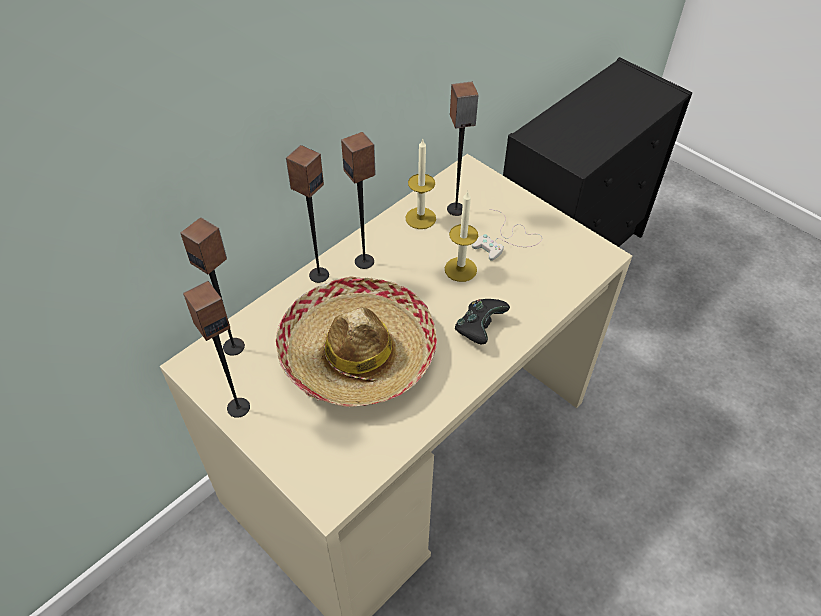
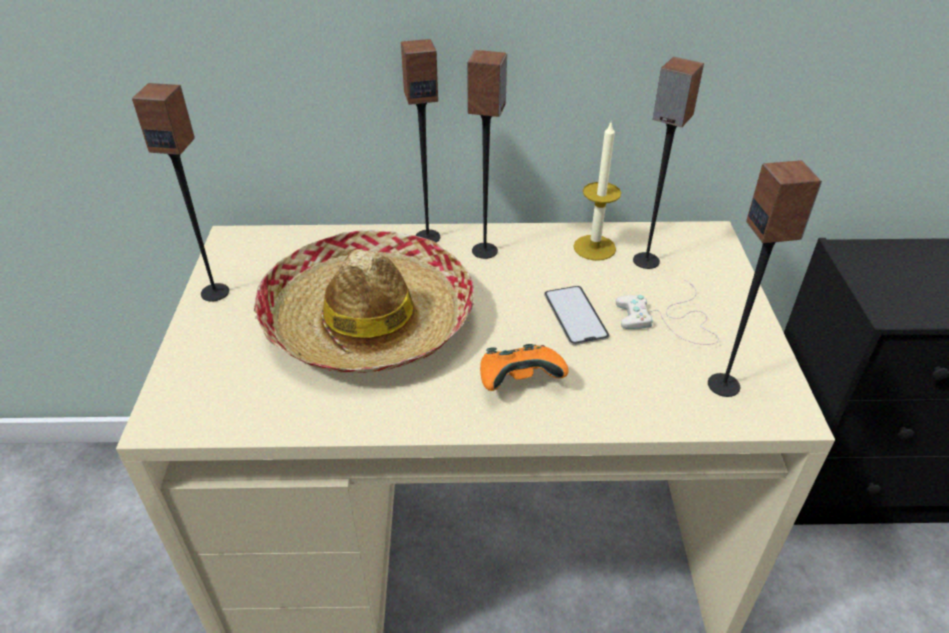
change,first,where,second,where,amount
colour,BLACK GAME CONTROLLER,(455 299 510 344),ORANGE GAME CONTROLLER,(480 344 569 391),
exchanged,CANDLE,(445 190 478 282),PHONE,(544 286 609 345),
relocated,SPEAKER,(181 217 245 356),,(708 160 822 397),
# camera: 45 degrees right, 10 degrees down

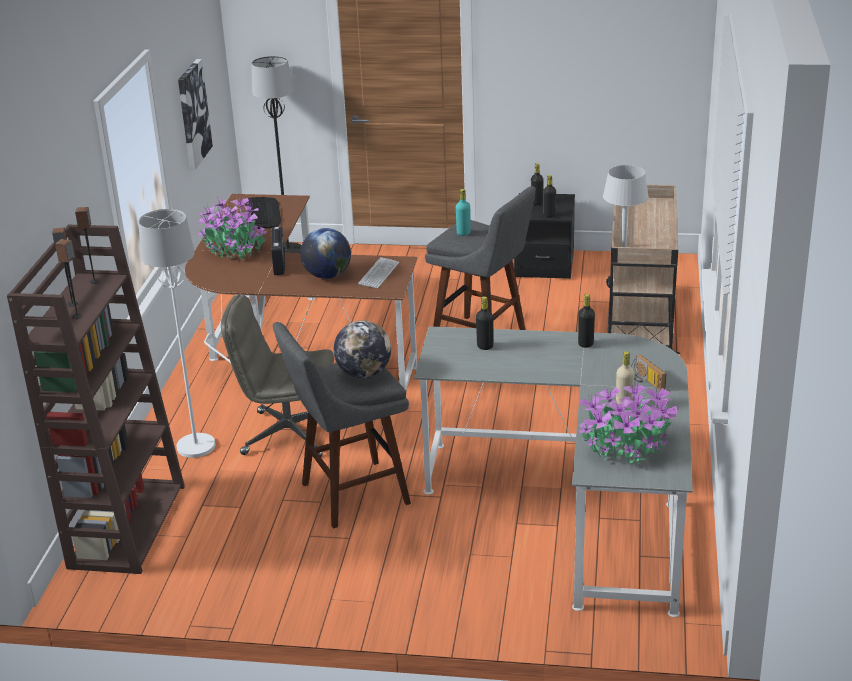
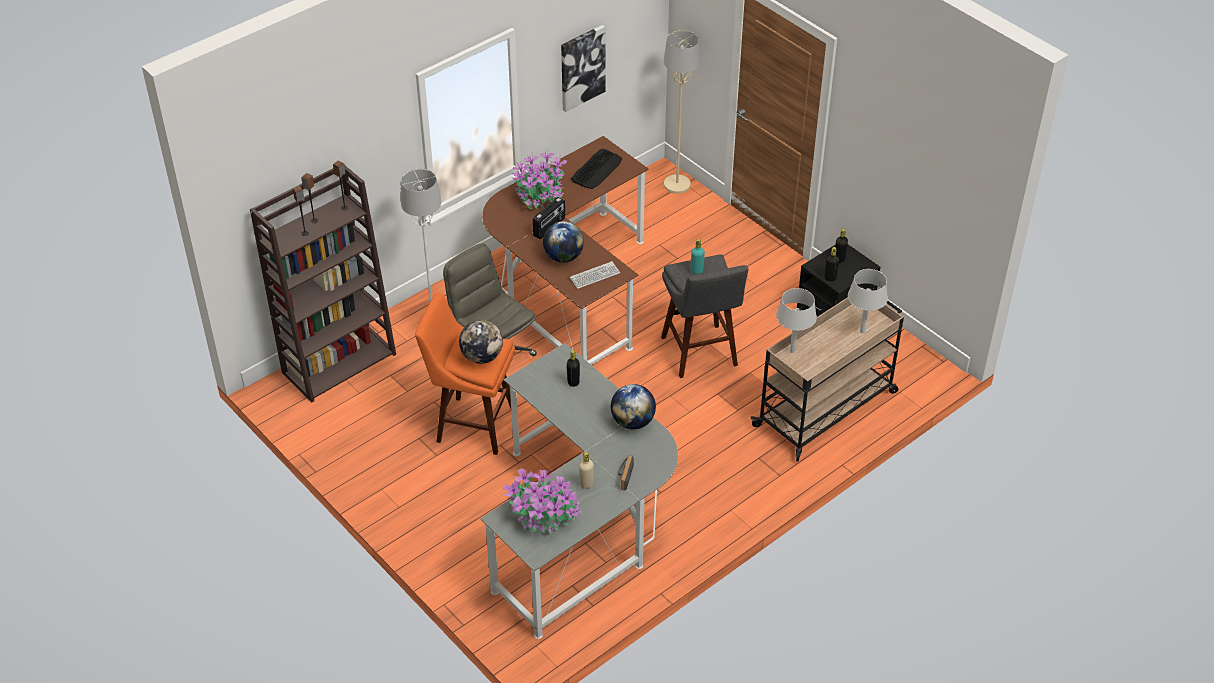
change,first,where,second,where,amount
colour,GREY STOOL,(273 322 411 529),ORANGE STOOL,(415 293 515 455),
exchanged,BLACK BOTTLE,(578 294 595 348),GLOBE,(611 384 656 429),
colour,BLACK FLOOR LAMP,(251 56 302 253),BEIGE FLOOR LAMP,(664 30 700 194),
appeared,,,GREY TABLE LAMP,(848 269 888 333),
# camera: 40 degrees right, 15 degrees up

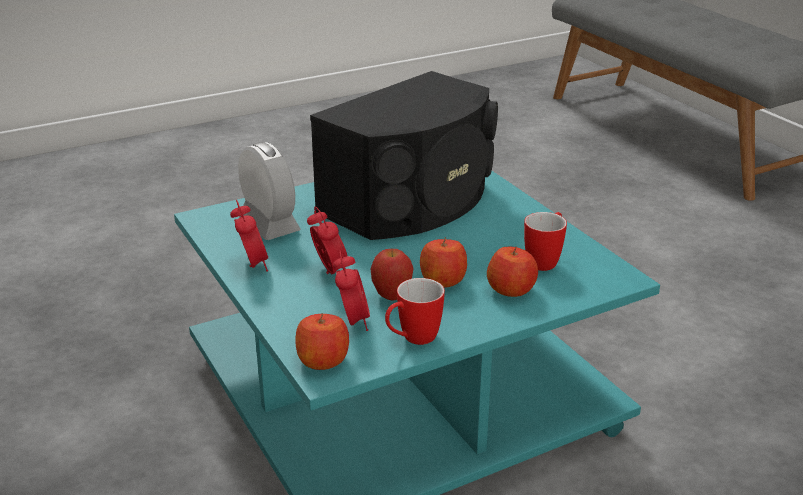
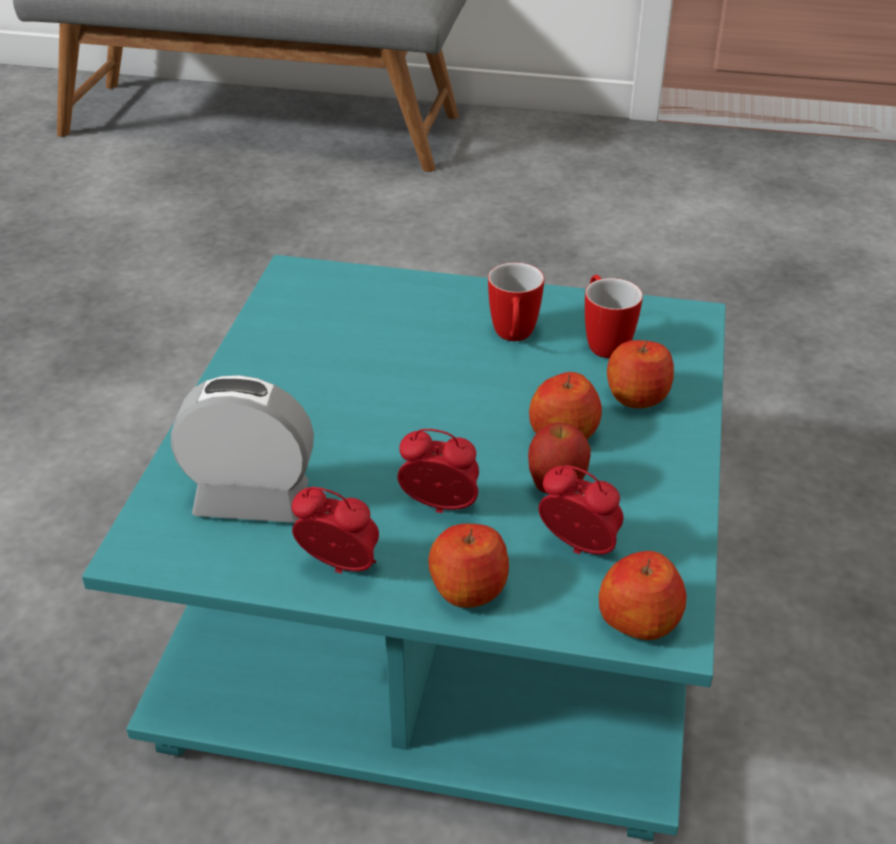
change,first,where,second,where,amount
appeared,,,APPLE,(428 524 509 608),
relocated,MUG,(385 278 445 345),,(488 262 544 341),
missing,BLACK SPEAKER,(310 71 498 240),,,
# camera: 50 degrees left, 10 degrees up

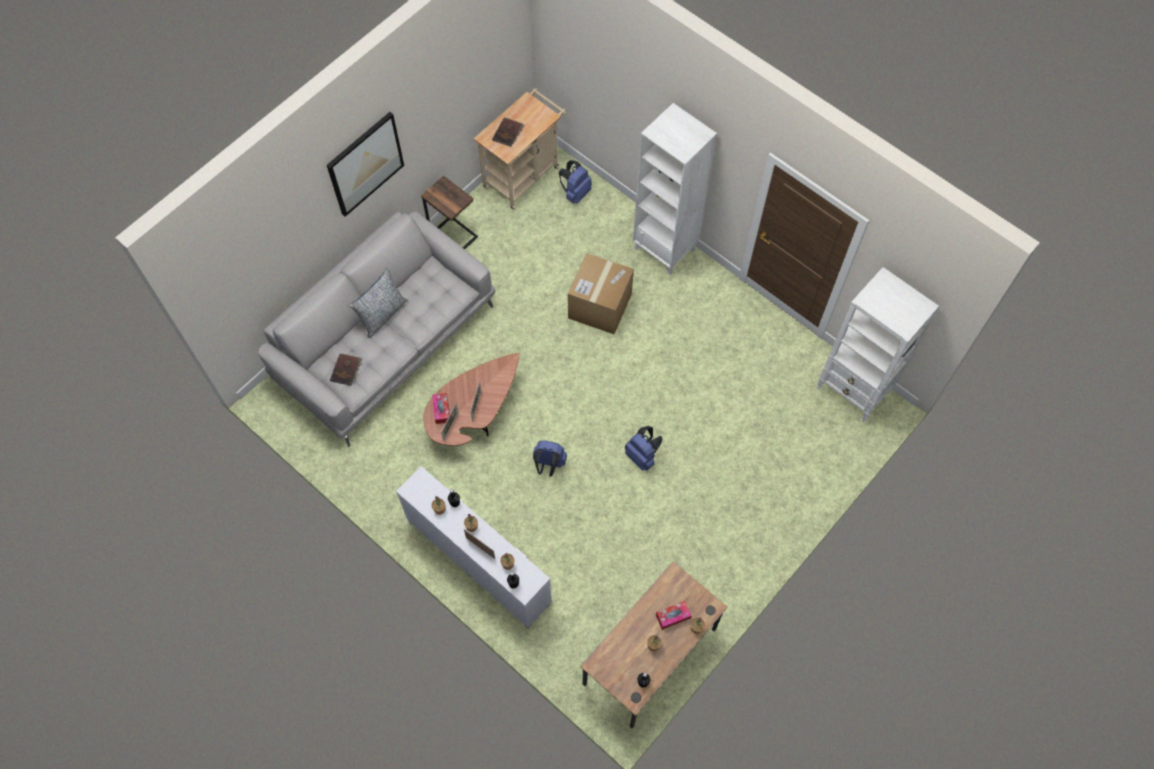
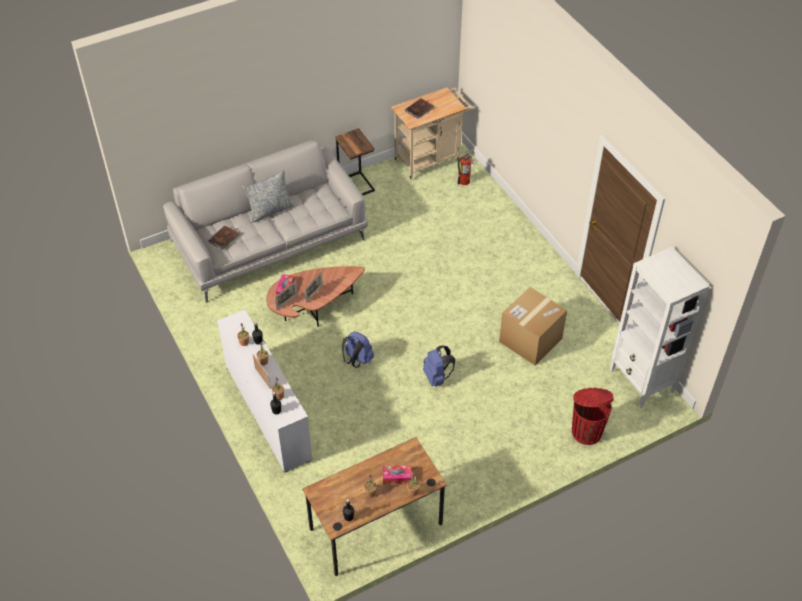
change,first,where,second,where,amount
exchanged,BLUE BACKPACK,(559 160 592 204),FIRE EXTINGUISHER,(457 149 477 185),
relocated,CARDBOARD BOX,(568 253 634 334),,(499 287 567 365),
appeared,,,RED TRASH CAN,(572 388 613 445),
missing,PICTURE,(327 112 404 217),,,
missing,WHITE BOOKCASE,(633 103 717 275),,,
# camera: 20 degrees right, 15 degrees down

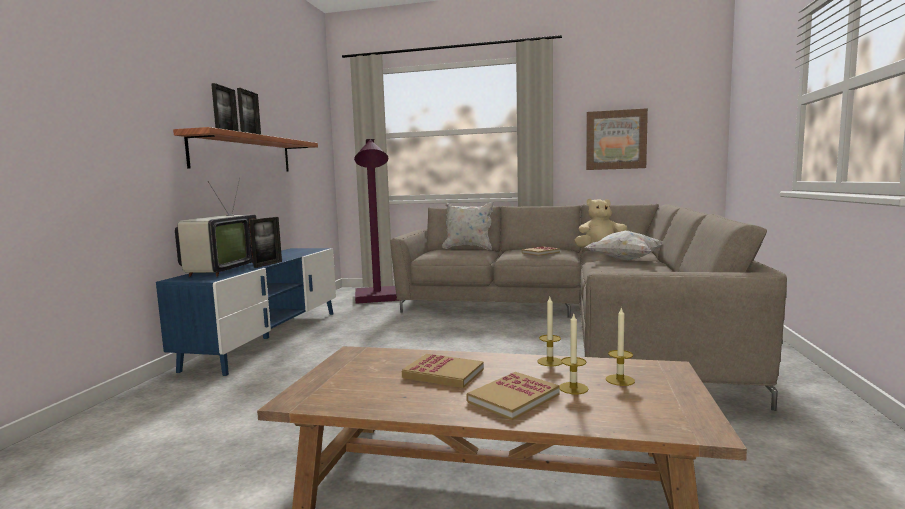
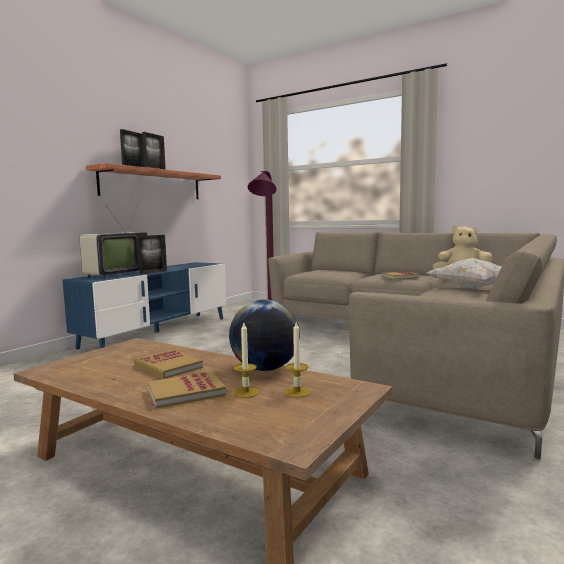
change,first,where,second,where,amount
exchanged,CANDLE,(537 297 562 366),GLOBE,(229 299 300 371),
missing,WHITE PILLOW,(442 202 494 250),,,
missing,PICTURE,(586 108 648 170),,,
# camera: 20 degrees right, 0 degrees up

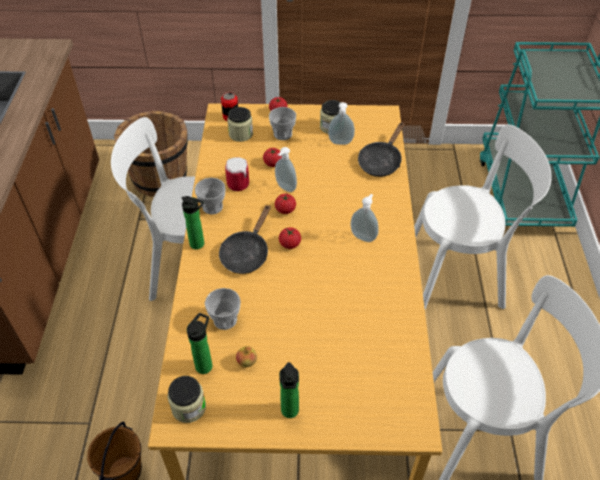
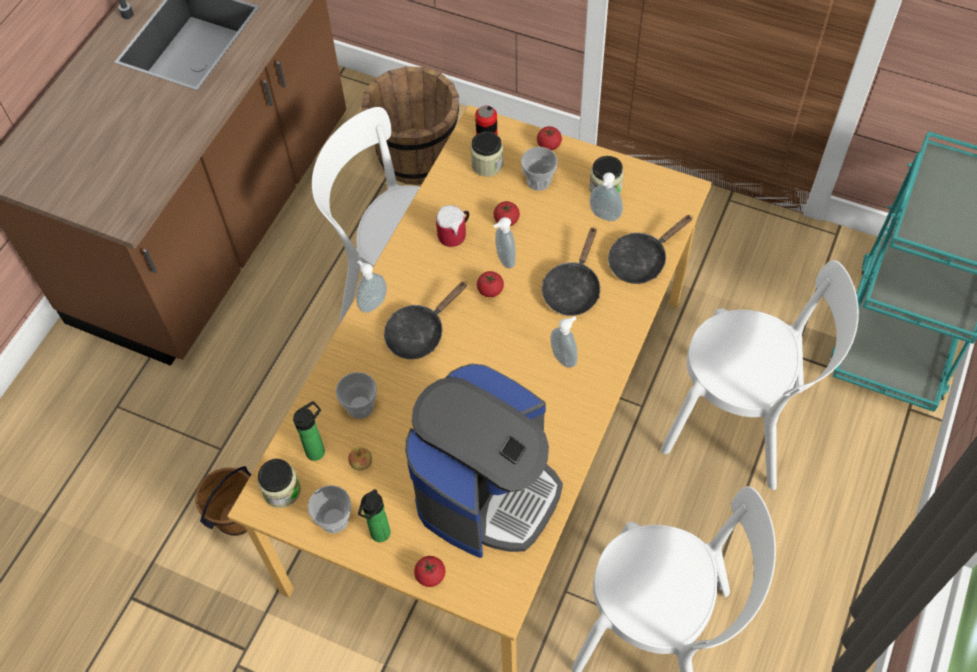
change,first,where,second,where,amount
relocated,CUP,(195 178 226 214),,(307 485 351 533),
exchanged,BOTTLE,(182 196 204 249),SOAP DISPENSER,(356 260 387 313),
appeared,,,COFFEE MACHINE,(405 364 563 558),
relocated,TOMATO,(279 227 301 249),,(414 556 445 587),
appeared,,,BLACK FRYING PAN,(542 227 600 316),
# camera: 25 degrees right, 10 degrees up

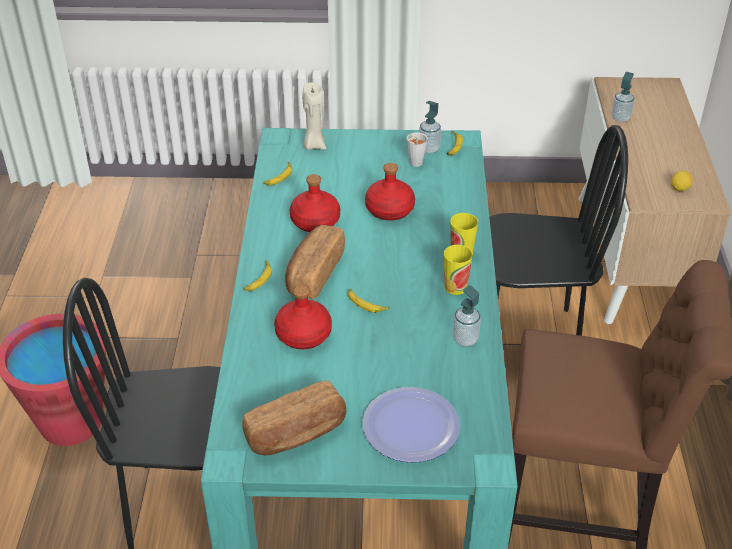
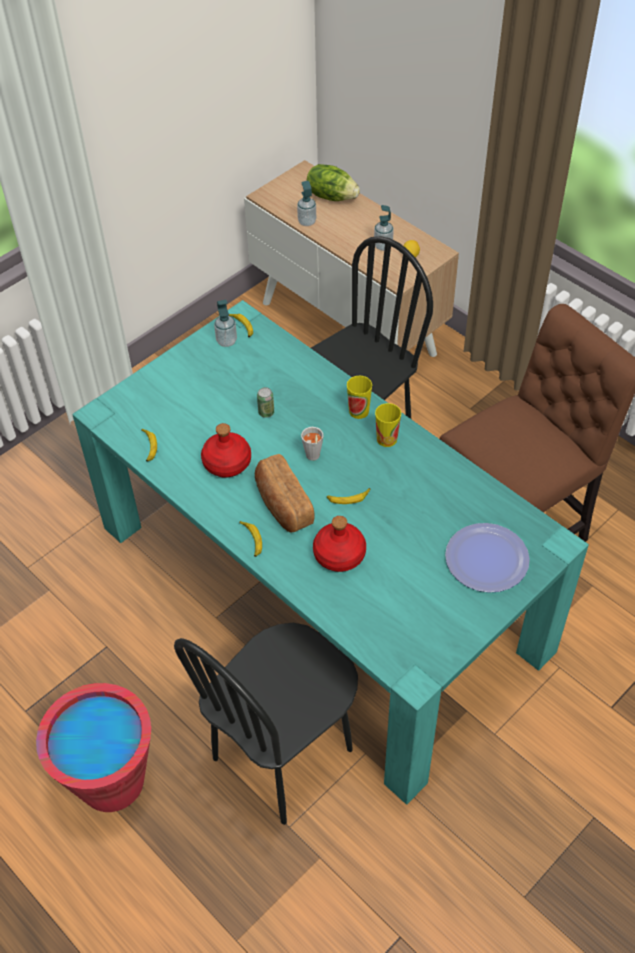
change,first,where,second,where,amount
exchanged,RED BOTTLE,(365 163 415 221),CAN,(257 387 274 418),
relocated,GREY CUP,(407 132 428 167),,(301 427 323 460),
appeared,,,LETTUCE,(306 164 360 201),
relocated,SOAP DISPENSER,(452 285 481 346),,(374 205 394 251),
missing,BREAD,(242 381 346 455),,,
missing,BEIGE CANDLE,(302 83 326 150),,,
# camera: 45 degrees left, 10 degrees up

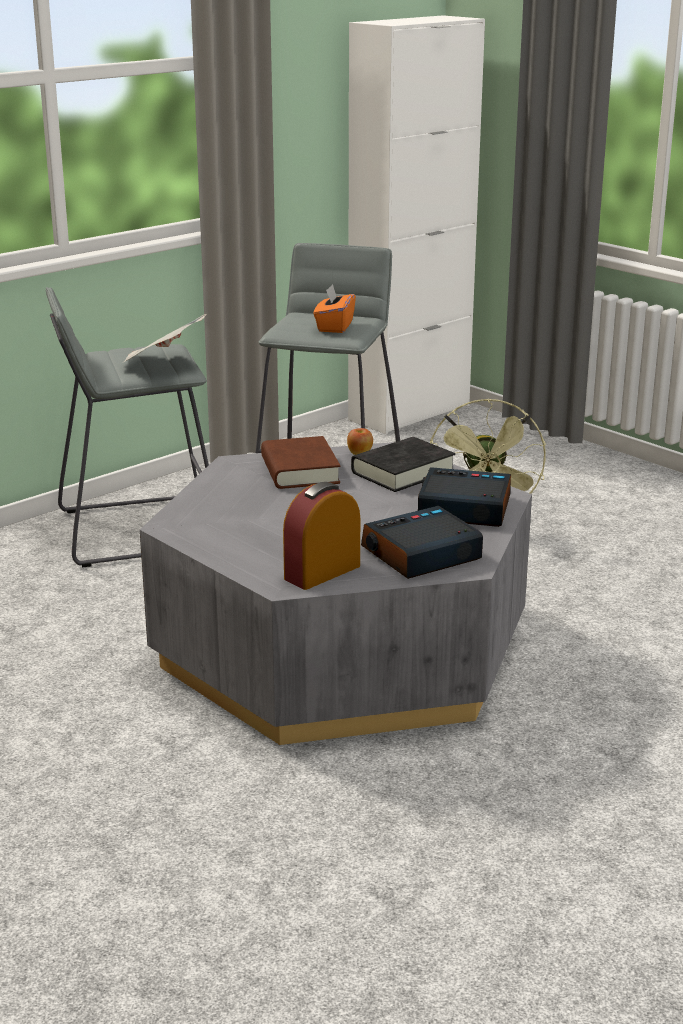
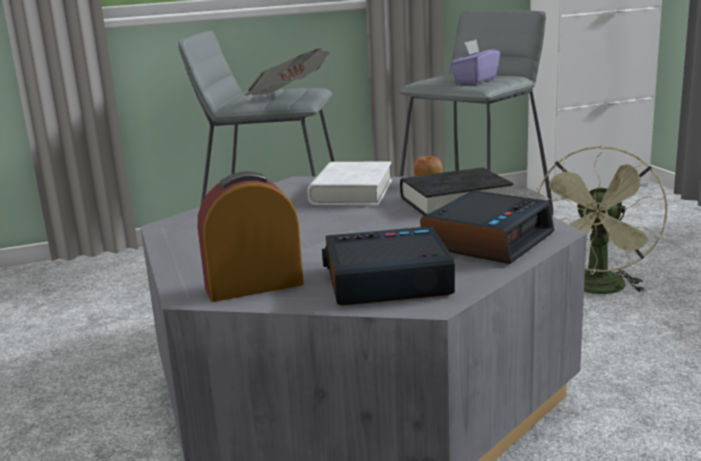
change,first,where,second,where,amount
colour,BROWN BOOK,(261 436 340 489),WHITE BOOK,(308 162 392 206),
spun,ALARM CLOCK,(418 467 511 527),,(420 191 554 264),90 degrees clockwise
colour,ORANGE TISSUE BOX,(314 284 356 333),PURPLE TISSUE BOX,(450 40 500 84),
# camera: 25 degrees right, 5 degrees down

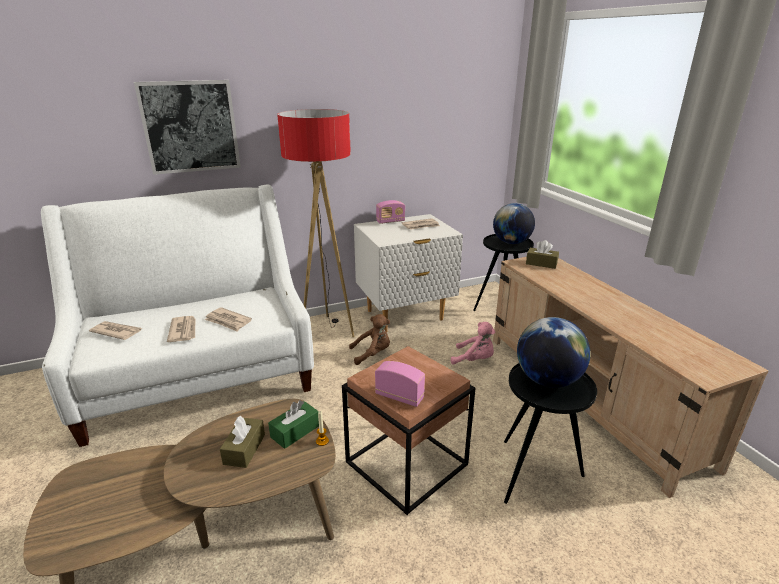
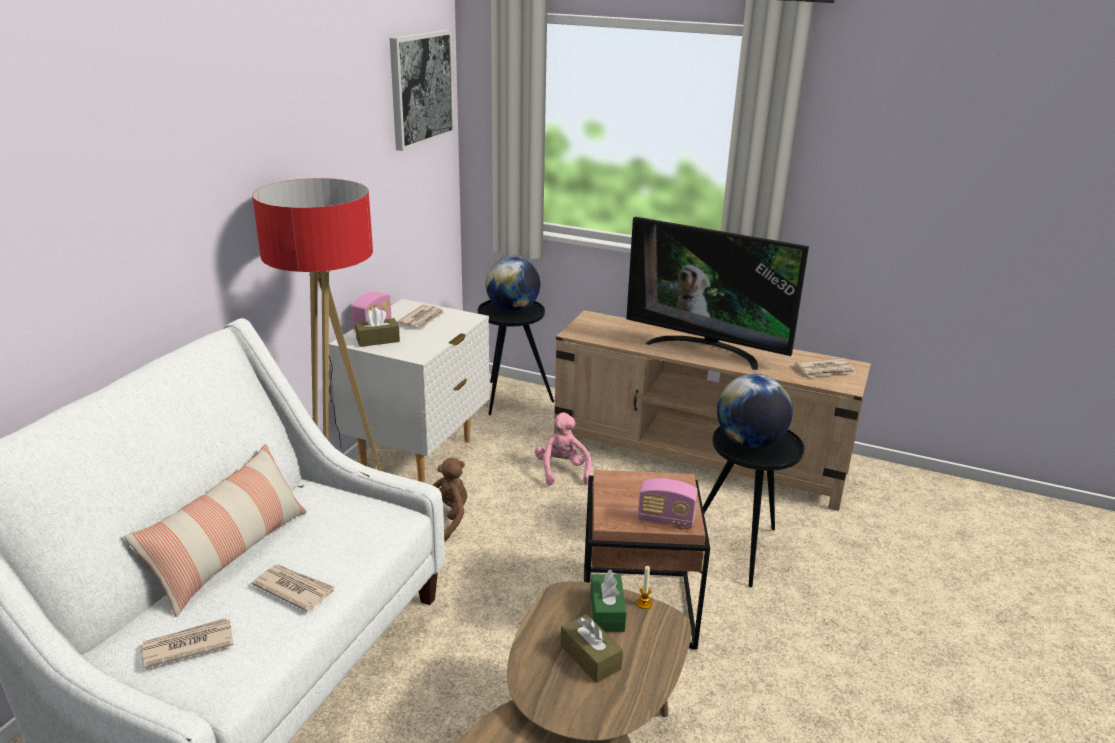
change,first,where,second,where,amount
appeared,,,PILLOW,(124 444 307 617),
relocated,BROWN TISSUE BOX,(526 240 559 269),,(355 308 400 347),
relocated,PICTURE,(134 80 241 175),,(390 30 455 151),
spun,PINK PLUSH TOY,(451 322 495 365),,(535 413 592 485),75 degrees counterclockwise
appeared,,,TELEVISION,(626 217 809 370),
spun,RADIO,(375 361 425 407),,(638 478 698 528),150 degrees counterclockwise
relocated,NEWSPAPER,(204 307 252 332),,(795 358 856 377),
# camera: 45 degrees left, 0 degrees up

